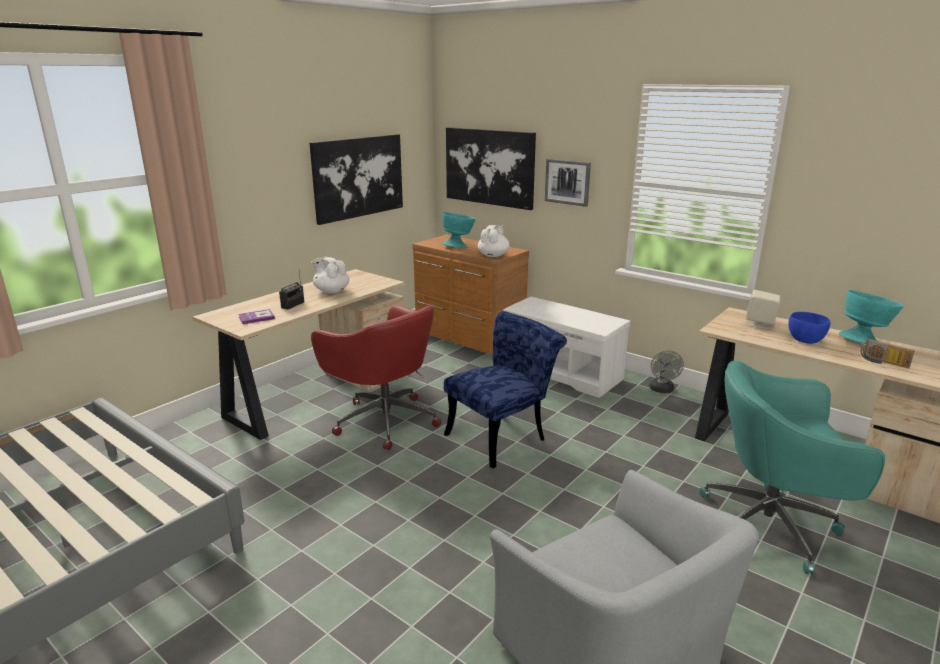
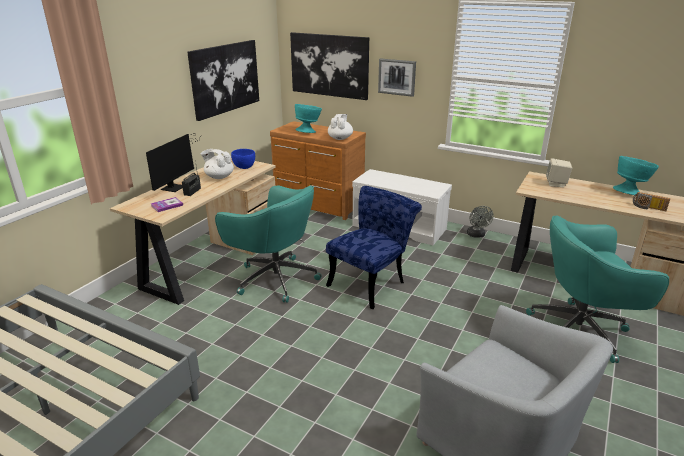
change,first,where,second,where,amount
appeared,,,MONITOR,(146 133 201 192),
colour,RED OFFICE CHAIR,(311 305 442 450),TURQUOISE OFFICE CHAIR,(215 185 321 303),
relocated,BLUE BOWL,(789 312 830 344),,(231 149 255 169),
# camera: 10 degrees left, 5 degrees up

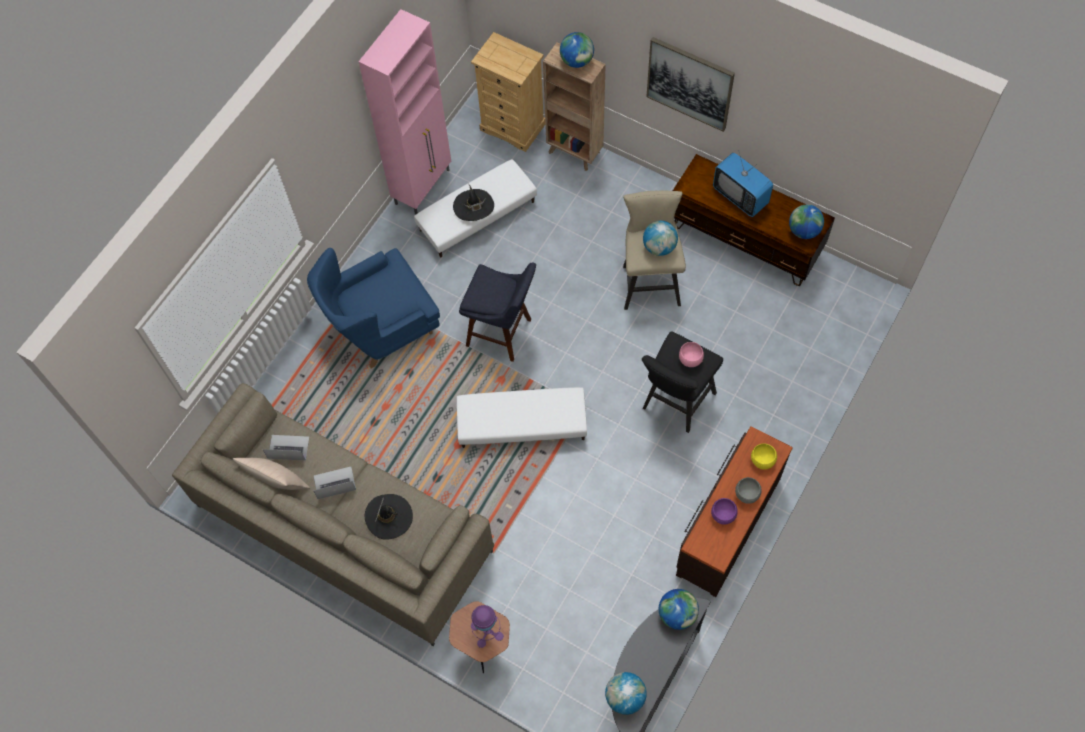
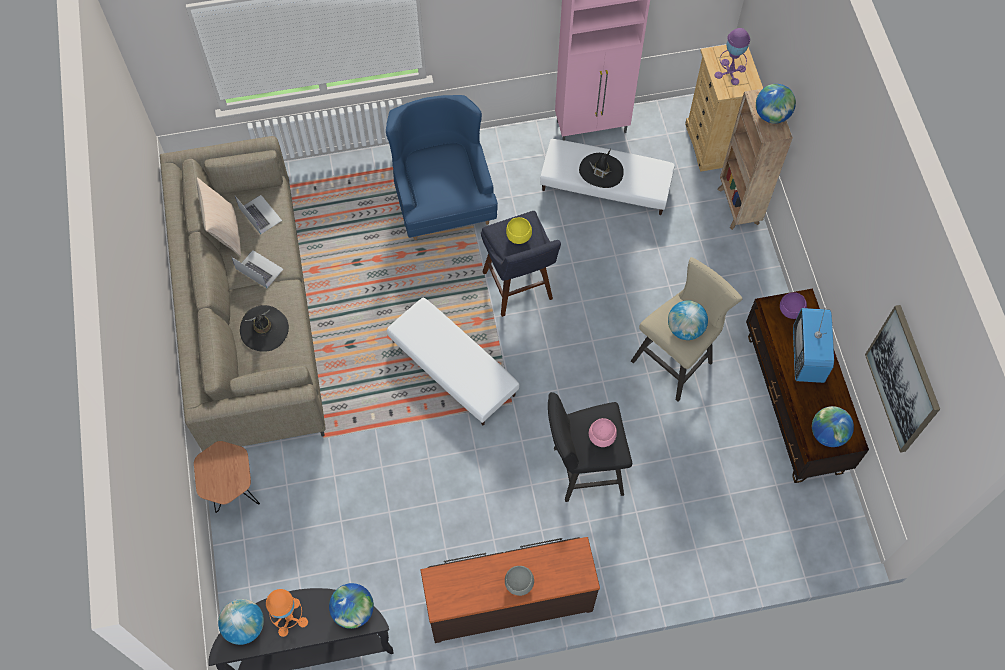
change,first,where,second,where,amount
appeared,,,ORANGE TABLE LAMP,(266 589 308 637),
spun,BLUE ARMCHAIR,(307 248 440 368),,(386 95 498 240),60 degrees clockwise
relocated,YELLOW BOWL,(751 443 777 470),,(506 217 532 244),
relocated,PURPLE TABLE LAMP,(471 605 504 648),,(715 28 750 85),
relocated,PURPLE BOWL,(711 498 738 525),,(780 292 807 319),
relocated,PICTURE,(646 37 735 132),,(865 305 940 453),
# camera: 45 degrees right, 0 degrees up

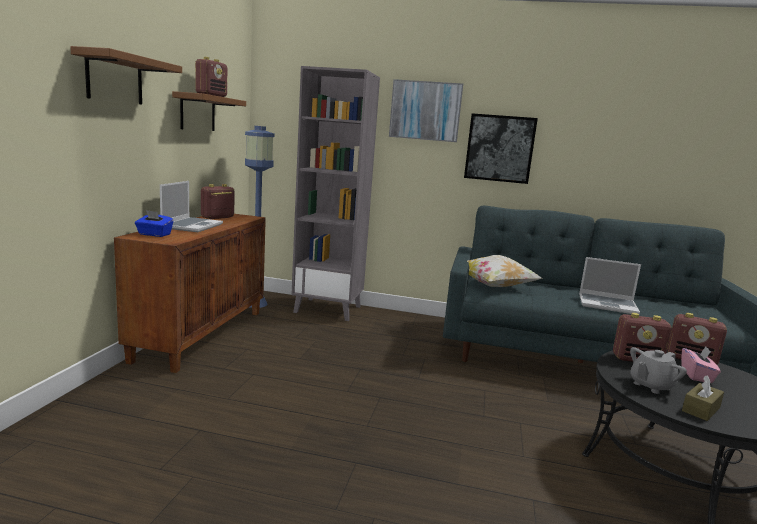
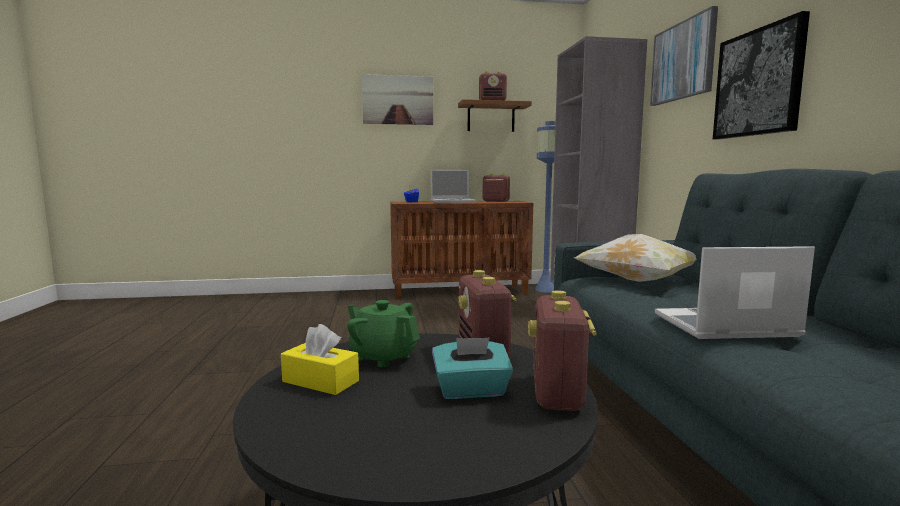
change,first,where,second,where,amount
colour,BROWN TISSUE BOX,(682 375 724 421),YELLOW TISSUE BOX,(281 324 359 395),
colour,GREY TEAPOT,(630 347 687 394),GREEN TEAPOT,(347 300 420 367),
exchanged,BROWN SHELF,(70 46 182 105),PICTURE,(362 74 433 125),
colour,PINK TISSUE BOX,(681 347 721 383),TURQUOISE TISSUE BOX,(432 337 513 399),
spun,LAPTOP,(579 257 641 314),,(655 246 815 339),90 degrees clockwise
# camera: 70 degrees right, 5 degrees down

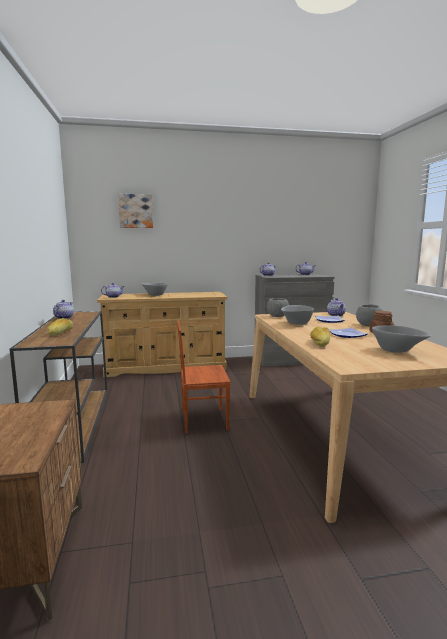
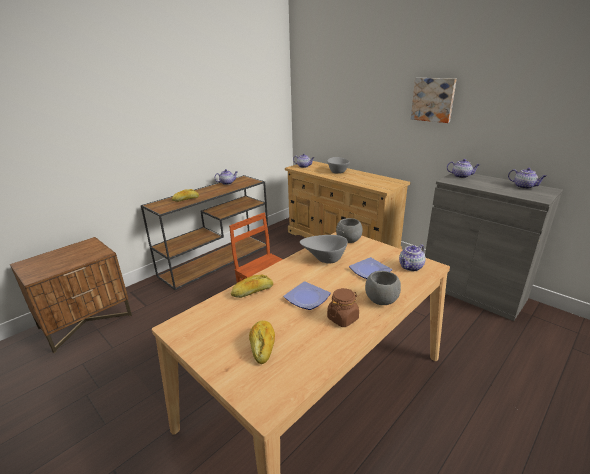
change,first,where,second,where,amount
exchanged,GREY BOWL,(372 325 431 353),BREAD,(249 320 275 364),
relocated,PICTURE,(118 194 153 228),,(411 78 457 123),
# camera: 55 degrees right, 15 degrees up

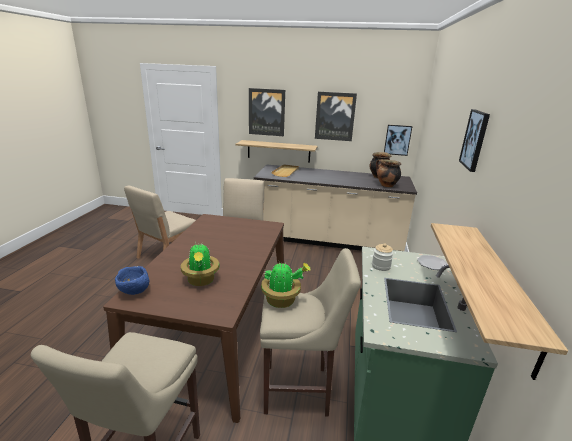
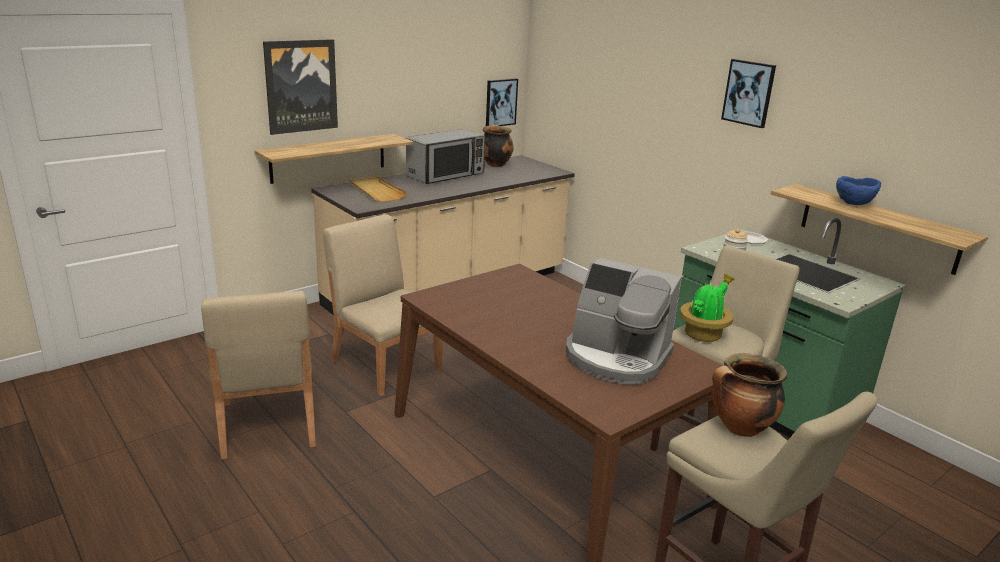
change,first,where,second,where,amount
appeared,,,MICROWAVE,(406 129 486 184),
exchanged,POTTED PLANT,(181 242 219 286),COFFEE MACHINE,(566 258 681 384),
relocated,COOKING POT,(376 159 401 187),,(712 353 787 437),
relocated,BLUE BOWL,(115 266 150 295),,(836 176 881 205),
missing,PICTURE,(315 92 357 141),,,
# camera: 50 degrees left, 0 degrees up

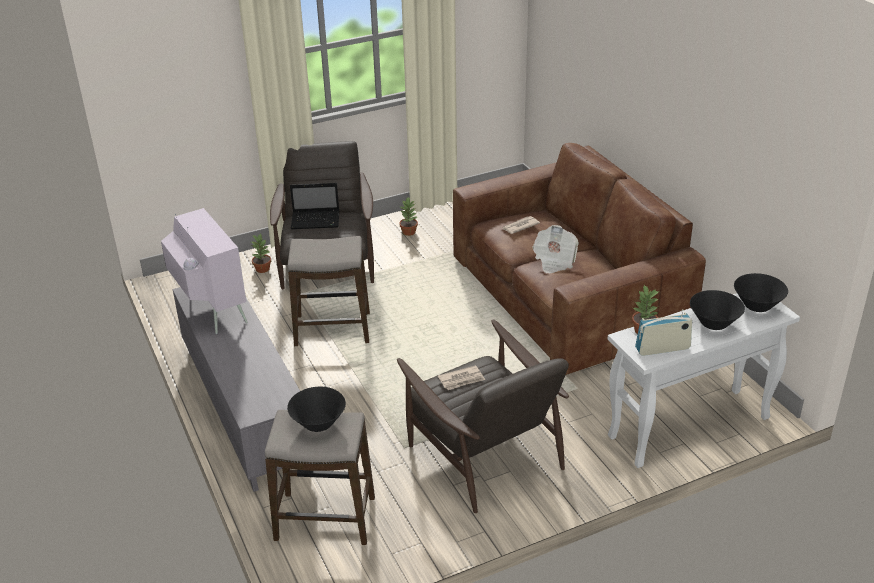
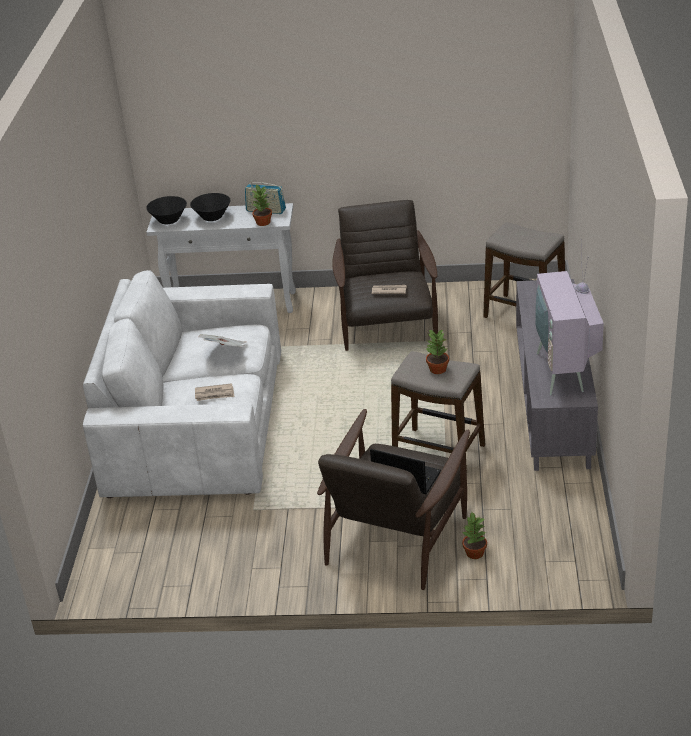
change,first,where,second,where,amount
colour,BROWN SOFA,(453 143 706 375),WHITE SOFA,(83 270 281 498),
relocated,POTTED PLANT,(399 197 418 236),,(426 329 449 374),
missing,BLACK BOWL,(287 387 346 432),,,
# camera: 150 degrees left, 0 degrees up

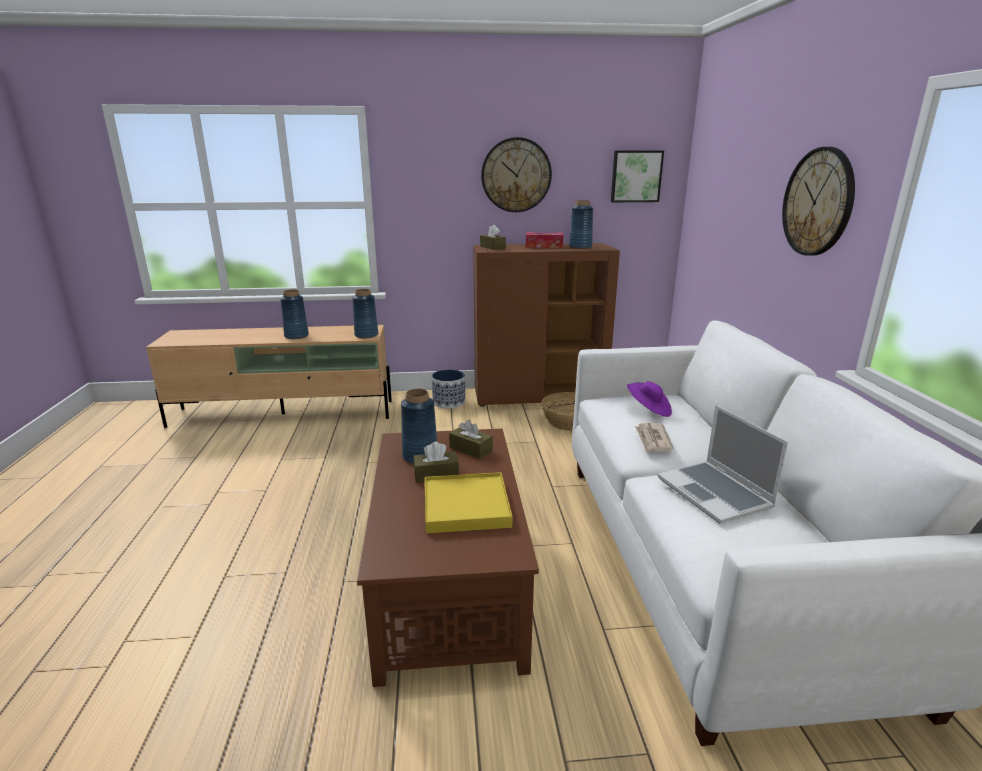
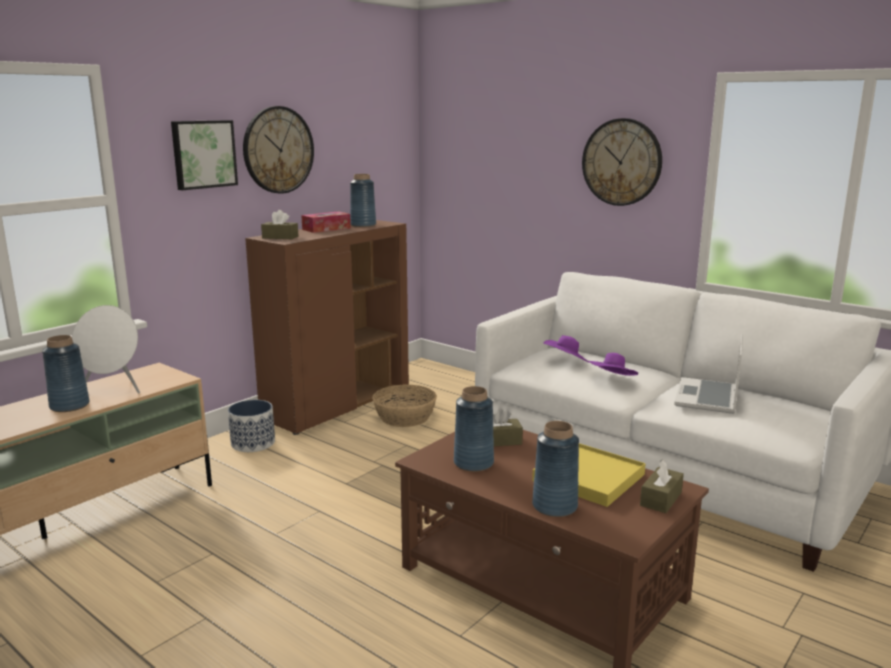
change,first,where,second,where,amount
appeared,,,WHITE SPEAKER,(72 305 140 394),
relocated,PICTURE,(611 151 664 202),,(171 120 238 190),
relocated,BLUE VASE,(353 289 378 338),,(532 421 579 517),
exchanged,NEWSPAPER,(635 423 674 453),PURPLE HAT,(588 353 638 376),
relocated,BROWN TISSUE BOX,(413 441 459 483),,(640 459 684 513),
spun,LAPTOP,(658 405 788 524),,(674 333 743 414),90 degrees clockwise
# camera: 45 degrees left, 5 degrees down

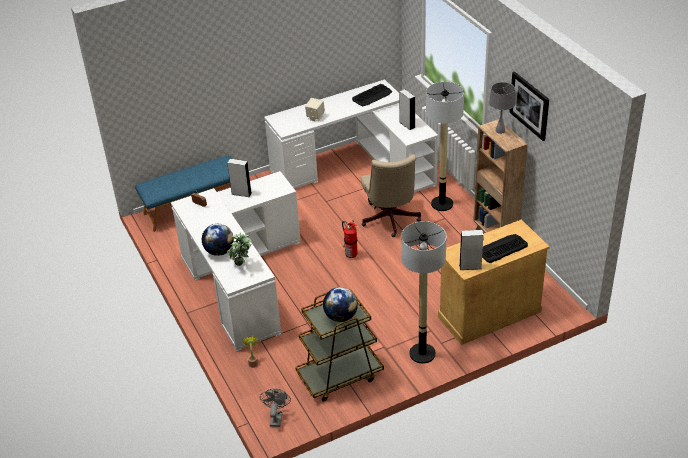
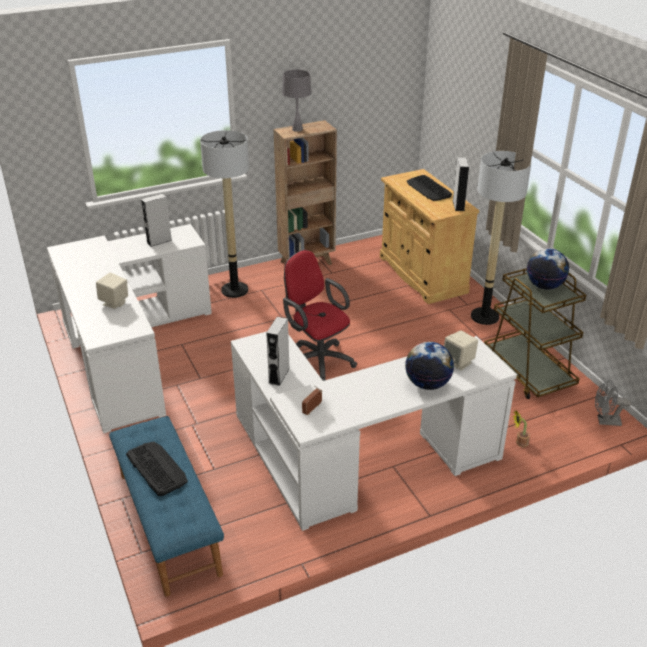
change,first,where,second,where,amount
relocated,KEYBOARD,(352 84 392 106),,(126 442 188 496),
exchanged,FIRE EXTINGUISHER,(342 221 357 258),RED OFFICE CHAIR,(283 250 357 381),
exchanged,POTTED PLANT,(227 233 252 266),BEIGE SPEAKER,(444 330 478 371),
missing,BEIGE OFFICE CHAIR,(361 154 421 237),,,
missing,PICTURE,(509 72 549 141),,,
# camera: 90 degrees left, 5 degrees down

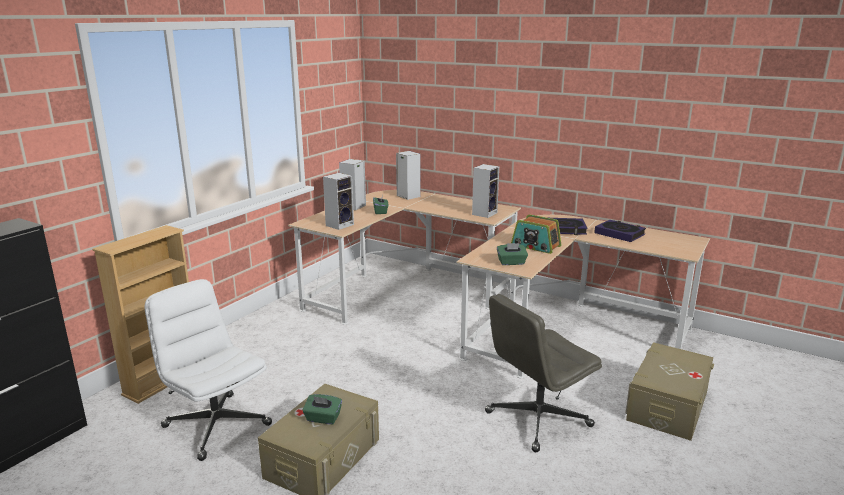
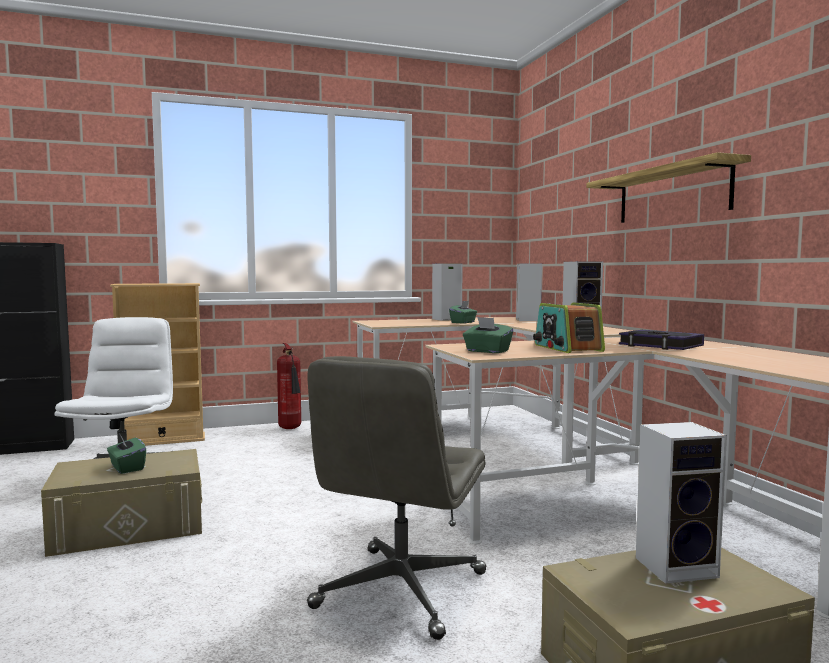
change,first,where,second,where,amount
appeared,,,FIRE EXTINGUISHER,(277 343 301 429),
spun,GREY OFFICE CHAIR,(485 294 602 452),,(307 356 486 640),75 degrees counterclockwise
appeared,,,SHELF,(586 152 751 223),
relocated,SPEAKER,(323 173 354 230),,(636 422 727 584),
missing,BOOK,(594 220 646 242),,,
# camera: 40 degrees right, 15 degrees down

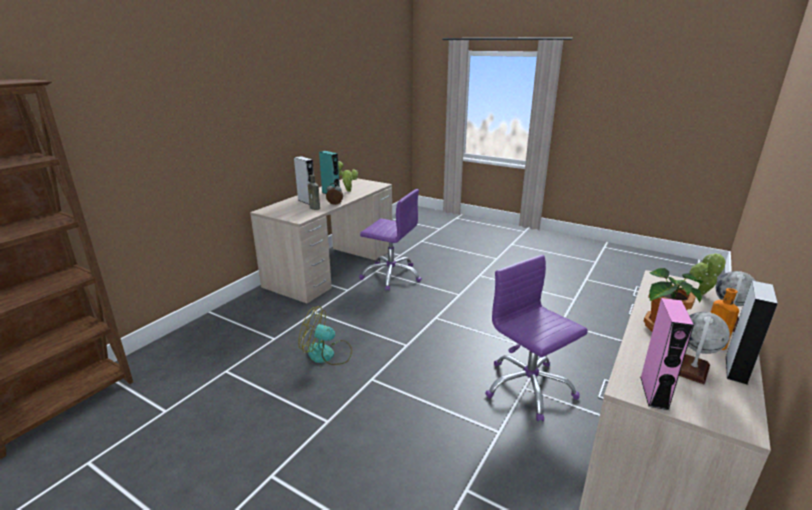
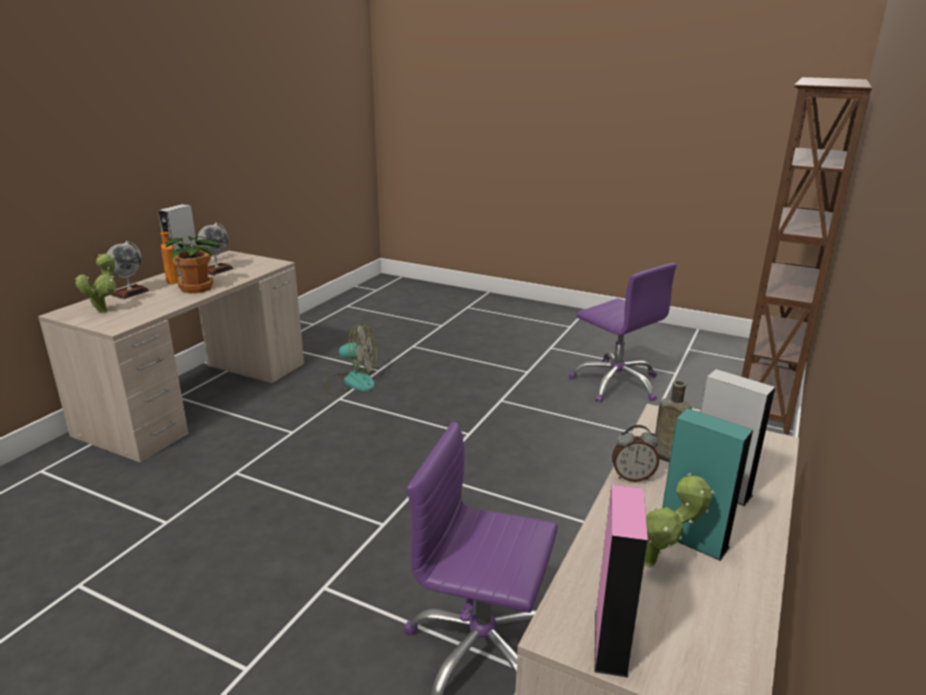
change,first,where,second,where,amount
relocated,FAN,(298 306 352 365),,(324 323 377 396),
relocated,PURPLE OFFICE CHAIR,(485 255 588 421),,(569 263 677 402),
relocated,PINK SPEAKER,(640 298 694 410),,(595 485 648 677),
# camera: 175 degrees right, 0 degrees up

